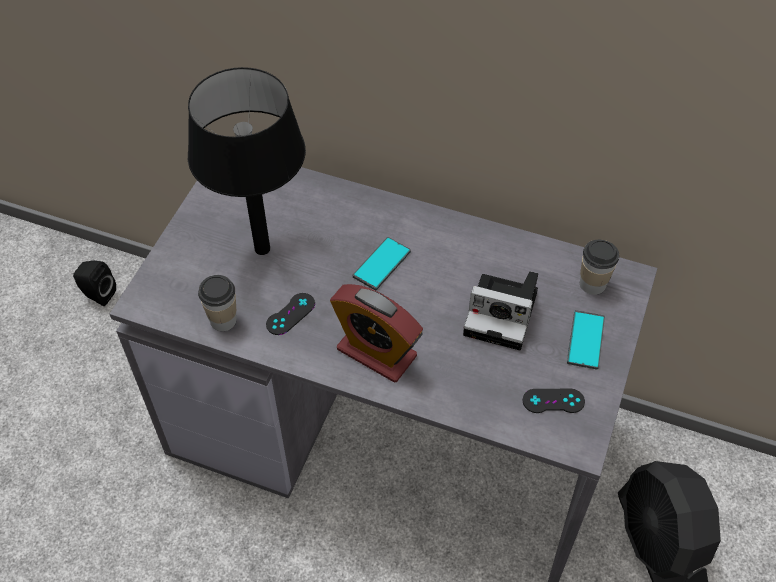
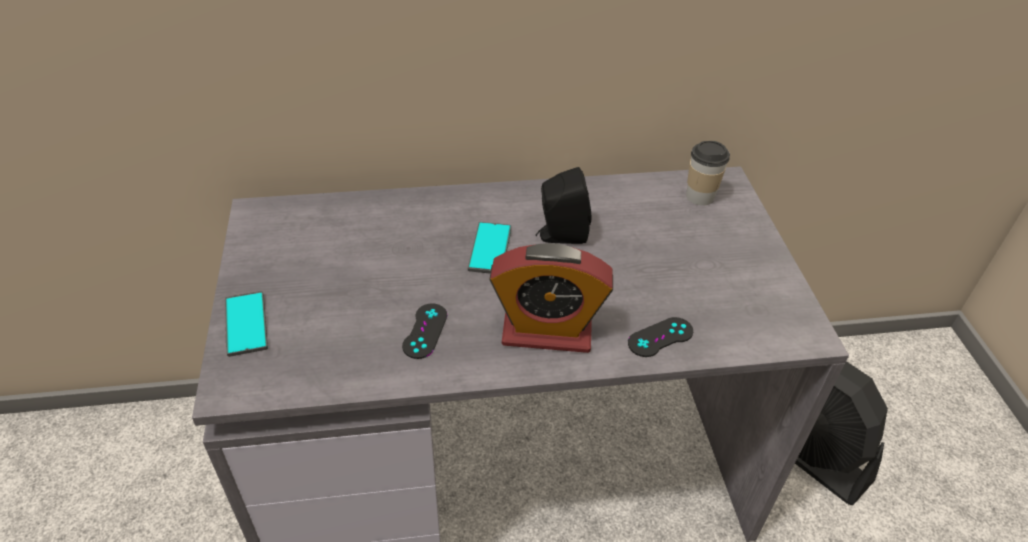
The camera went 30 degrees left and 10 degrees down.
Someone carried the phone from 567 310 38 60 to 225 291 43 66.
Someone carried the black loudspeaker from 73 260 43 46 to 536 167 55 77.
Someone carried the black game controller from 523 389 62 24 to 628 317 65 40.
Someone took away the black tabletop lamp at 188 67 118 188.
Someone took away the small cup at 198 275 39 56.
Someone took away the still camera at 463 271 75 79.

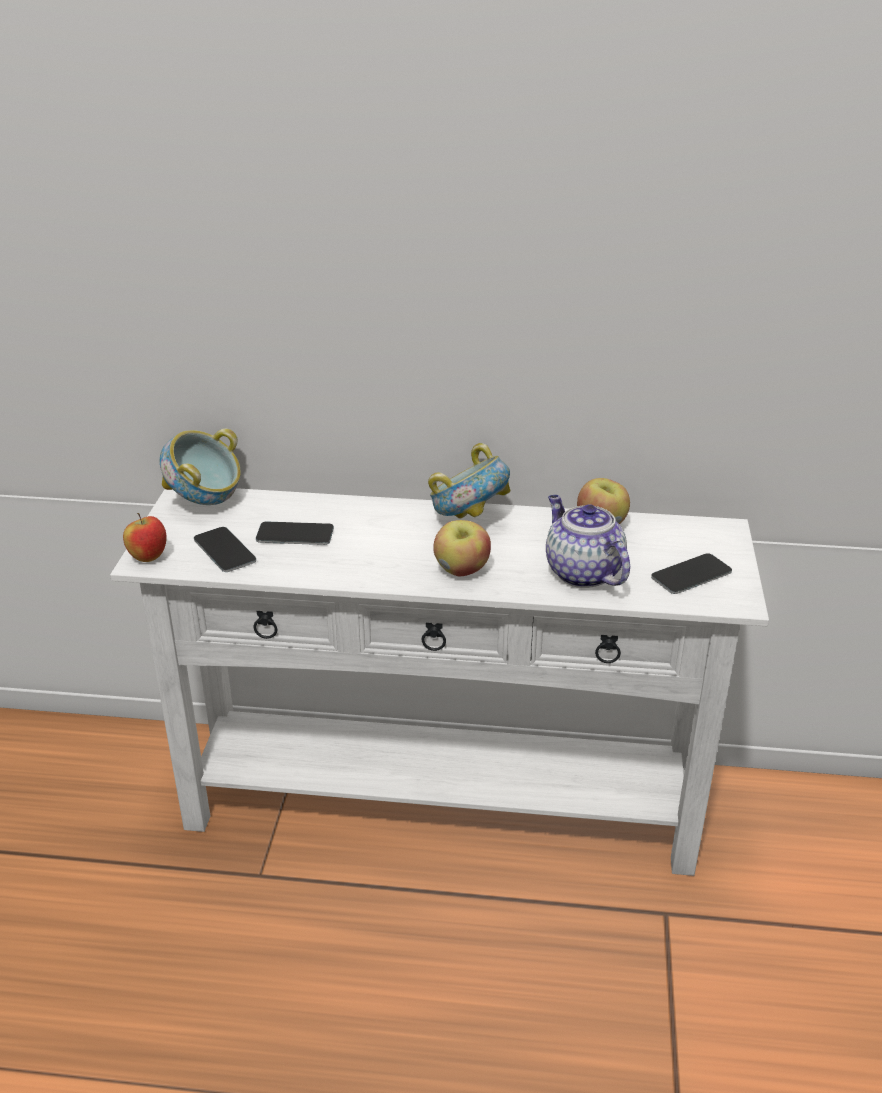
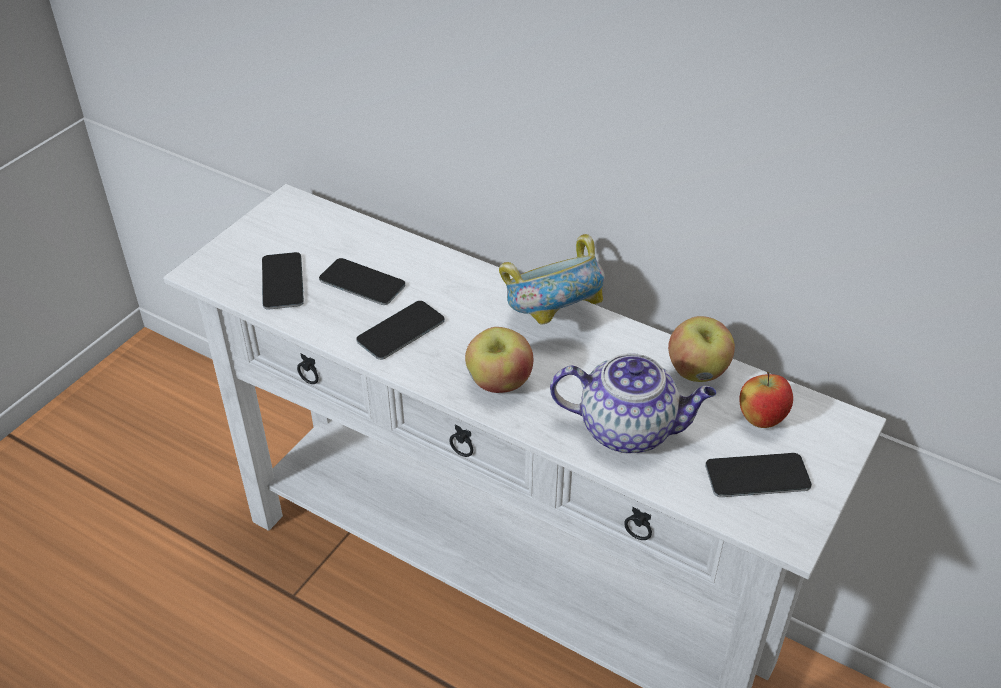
The camera went 25 degrees right and 10 degrees up.
Someone put down the phone at 356 301 89 59.
Someone rotated the tea pot at 546 495 84 93 by 105 degrees clockwise.
Someone carried the apple from 123 513 44 49 to 739 372 54 56.
Someone took away the bowl at 160 429 81 76.

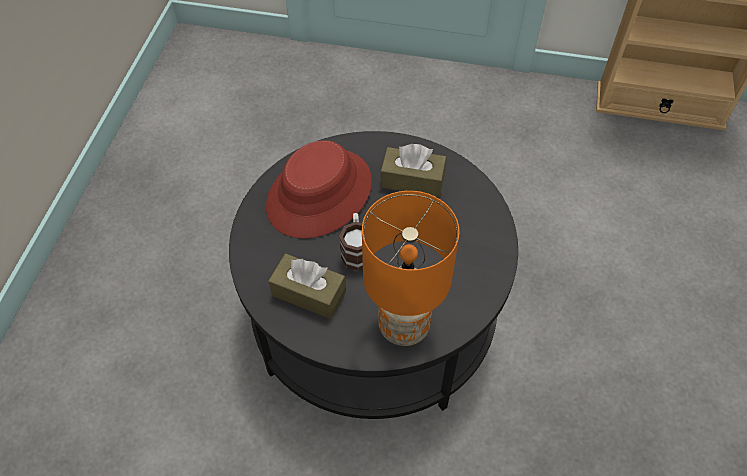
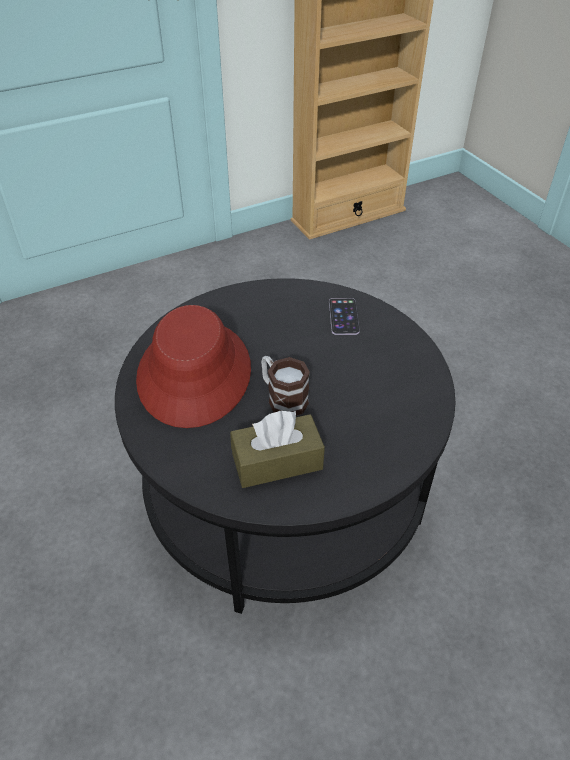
The camera went 40 degrees left and 10 degrees down.
Someone put down the phone at 329 298 31 37.
Someone took away the orange tabletop lamp at 362 191 98 155.
Someone took away the brownish tissue box at 380 144 67 53.

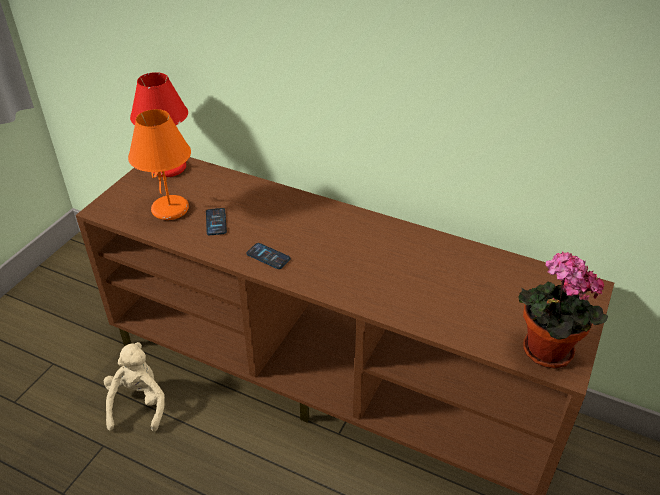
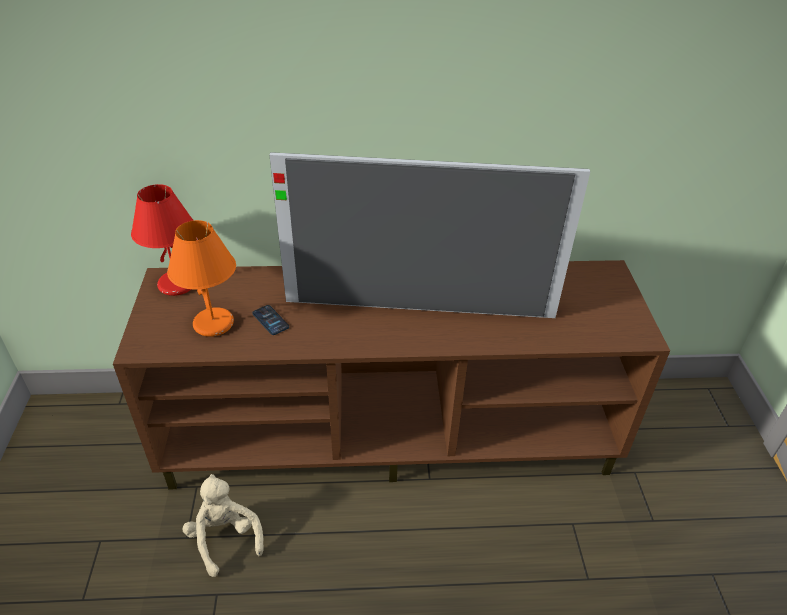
The camera went 30 degrees left and 0 degrees up.
Someone put down the television at 269 152 321 166.
Someone took away the phone at 247 243 44 26.
Someone took away the plant in a pot at 518 251 90 118.

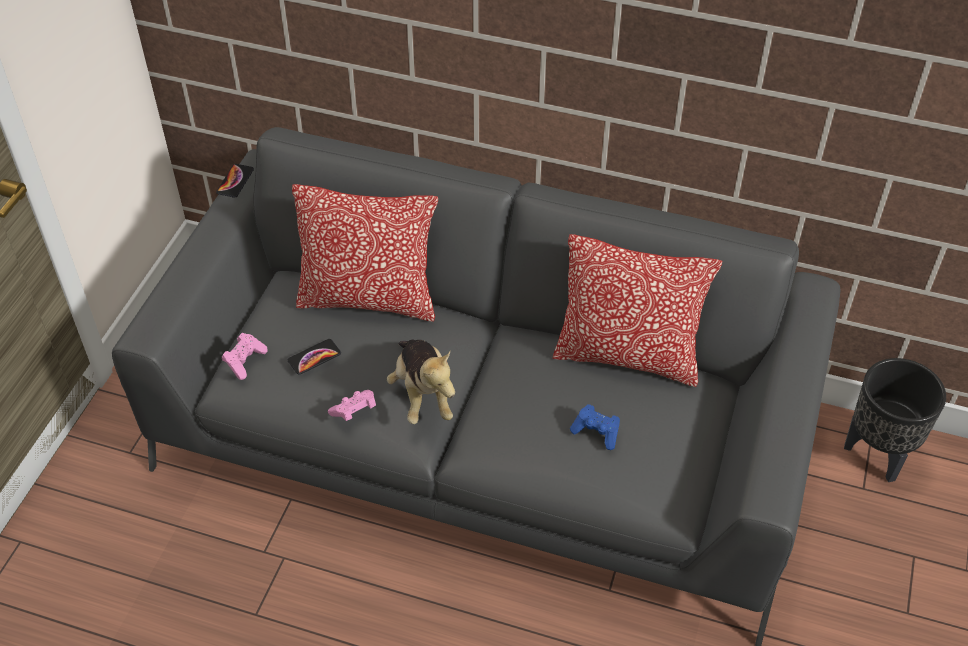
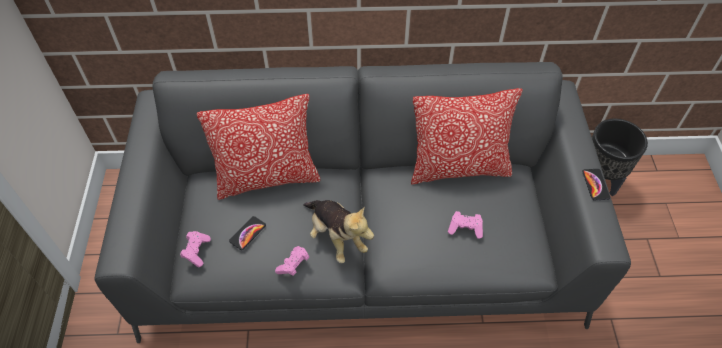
The camera went 20 degrees left and 5 degrees up.
Someone repainted the blue game controller at 570 404 50 46, which became the pink-coloured game controller at 448 211 35 28.
Someone carried the phone from 216 164 38 34 to 582 169 28 31.

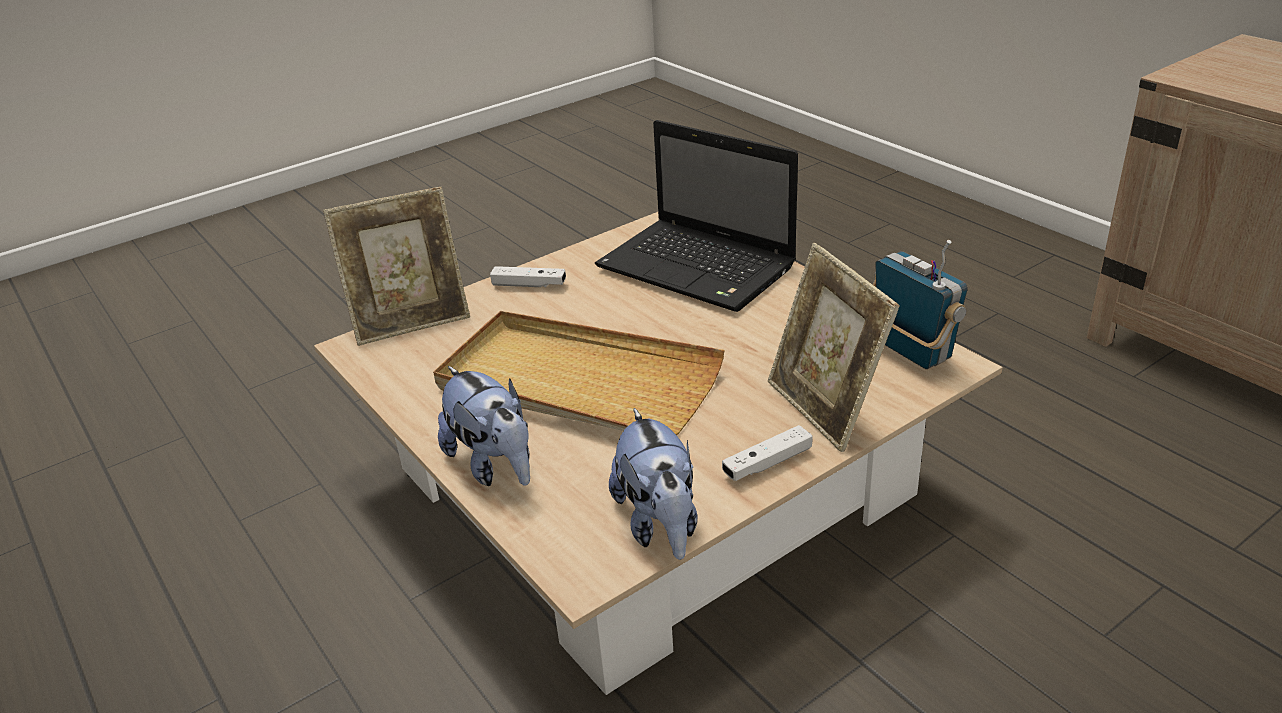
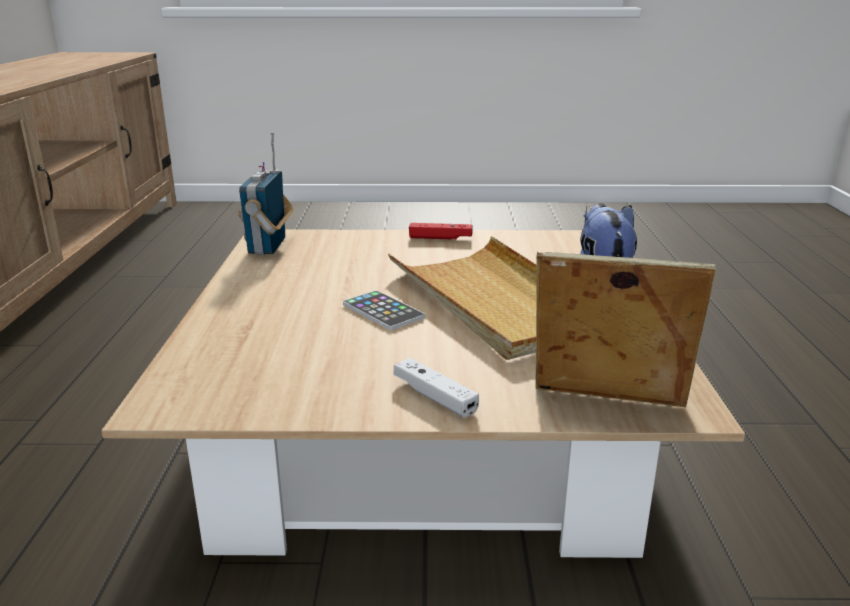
The camera went 145 degrees left and 10 degrees down.
Someone put down the phone at 343 290 82 40.
Someone repainted the white game controller at 722 425 90 56, which became the red game controller at 409 223 64 17.
Someone took away the laptop at 595 120 203 192.
Someone took away the plush toy at 609 408 89 152.
Someone took away the picture frame at 768 243 132 209.

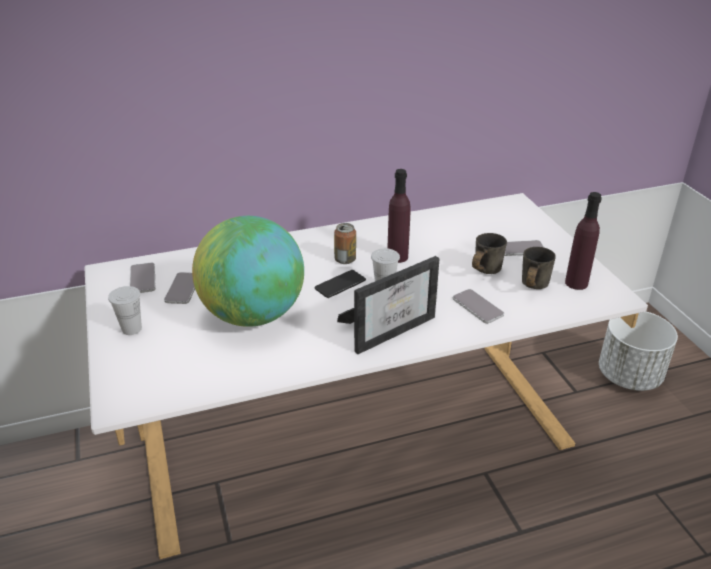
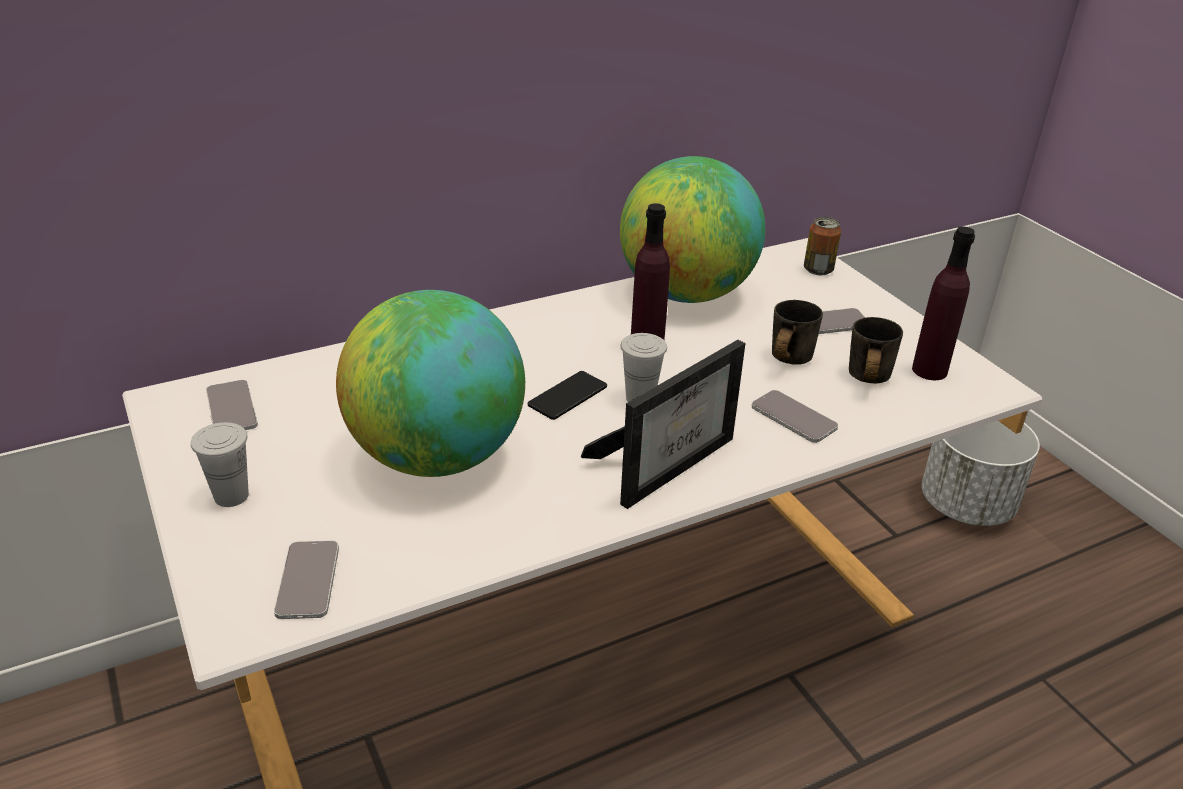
The camera went 10 degrees left and 0 degrees up.
Someone carried the phone from 164 272 31 32 to 274 540 65 79.
Someone put down the world globe at 620 156 145 147.
Someone carried the metal can from 334 223 22 41 to 804 217 37 58.

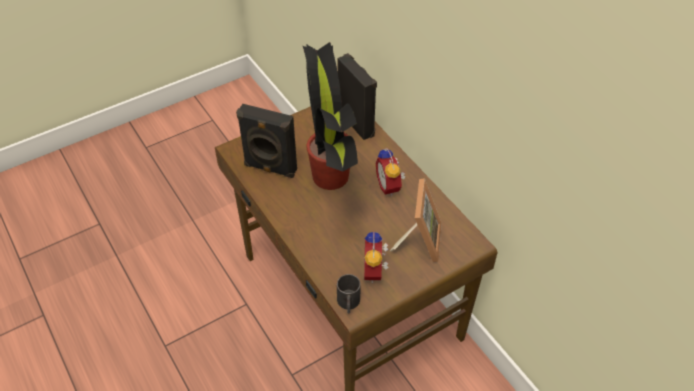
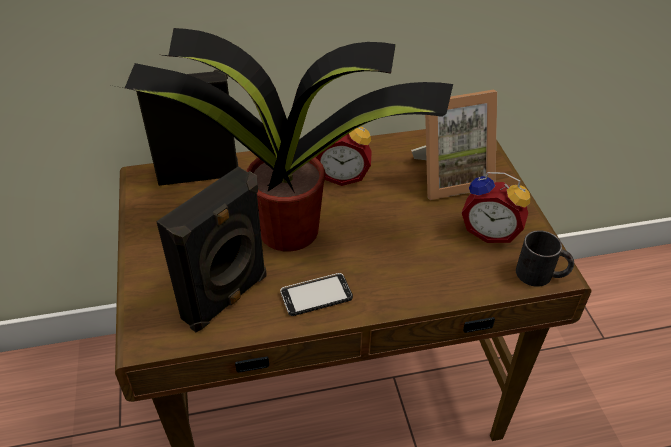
The camera went 70 degrees left and 5 degrees down.
Someone put down the phone at 280 273 73 43.
Someone rotated the picture frame at 390 178 52 84 by 135 degrees clockwise.

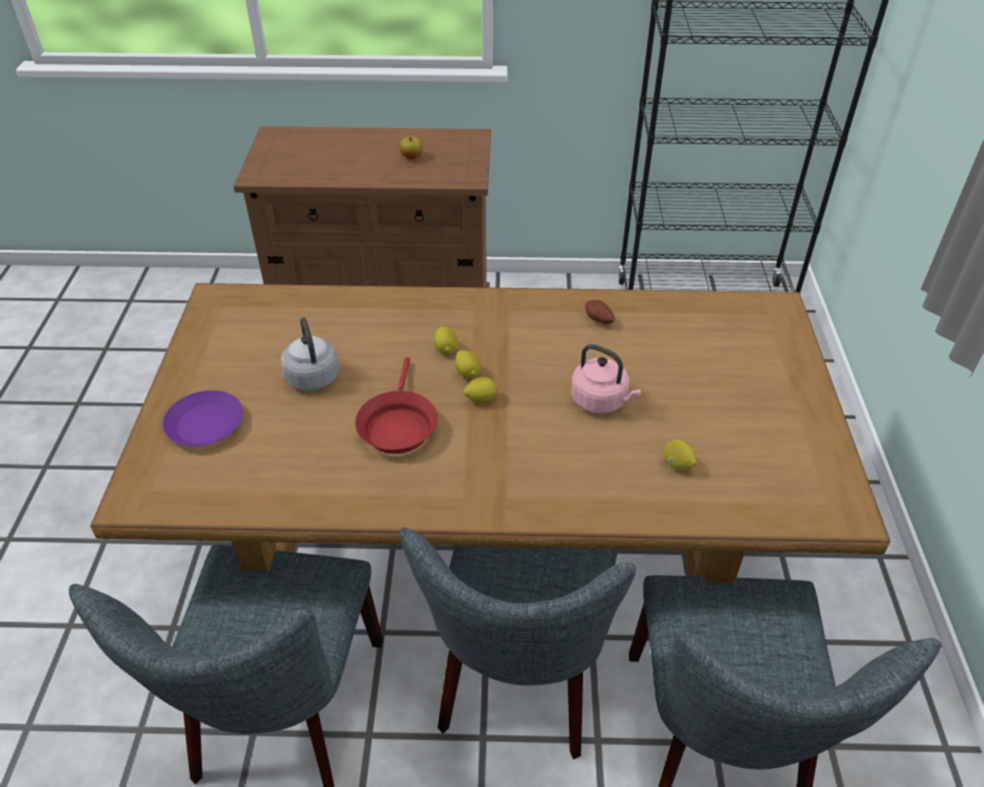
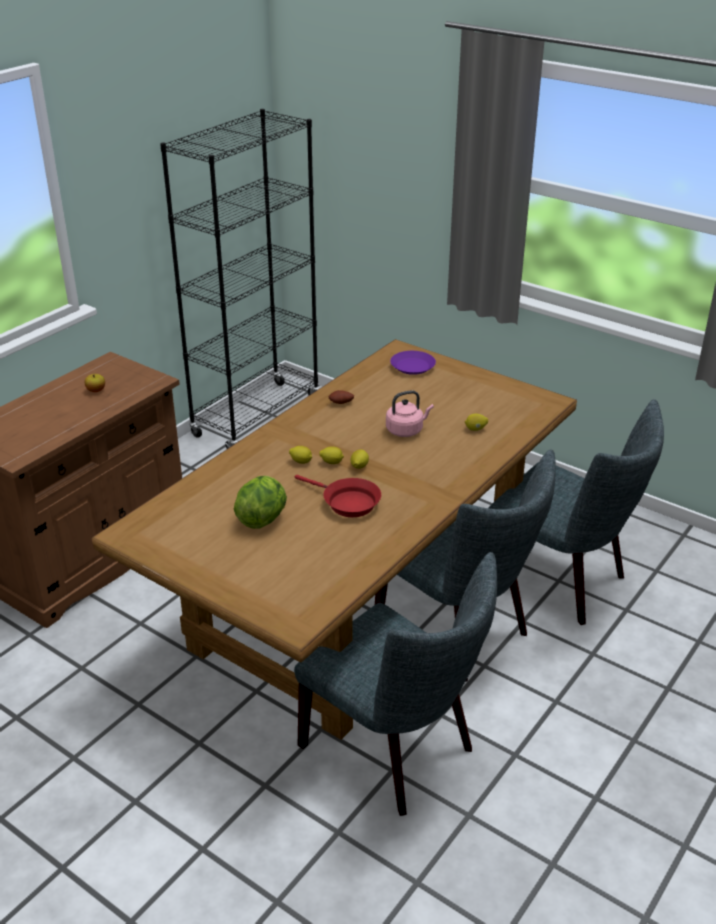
The camera went 55 degrees left and 10 degrees down.
Someone swapped the gray kettle at 281 317 58 74 for the lettuce at 234 476 53 53.
Someone carried the purple-coloured dinner plate from 162 390 81 56 to 390 351 46 24.

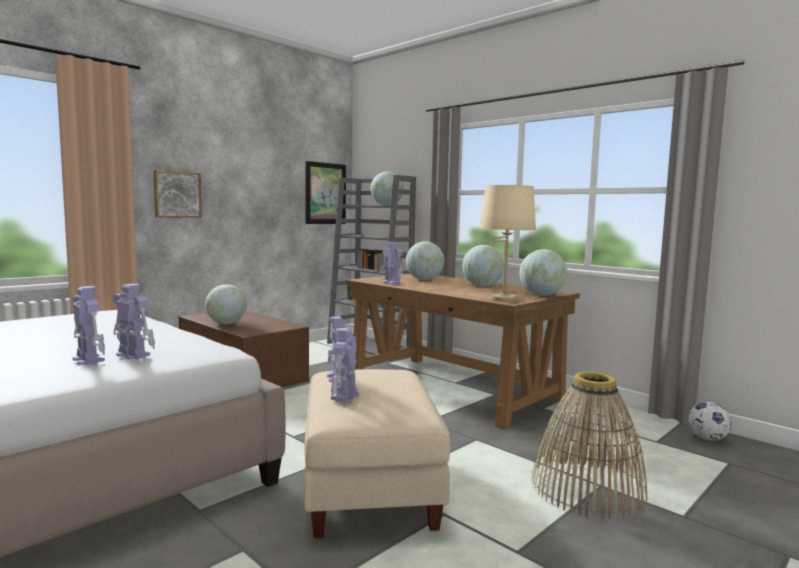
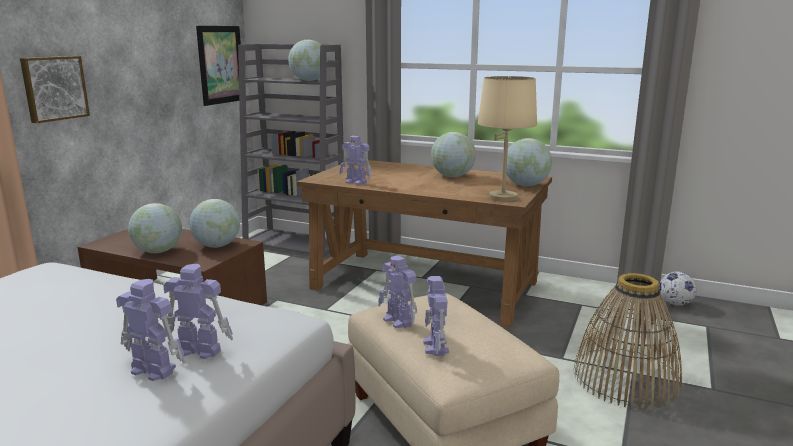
The camera went 20 degrees left and 10 degrees up.
Someone carried the world globe from 406 241 38 39 to 190 199 50 49.

